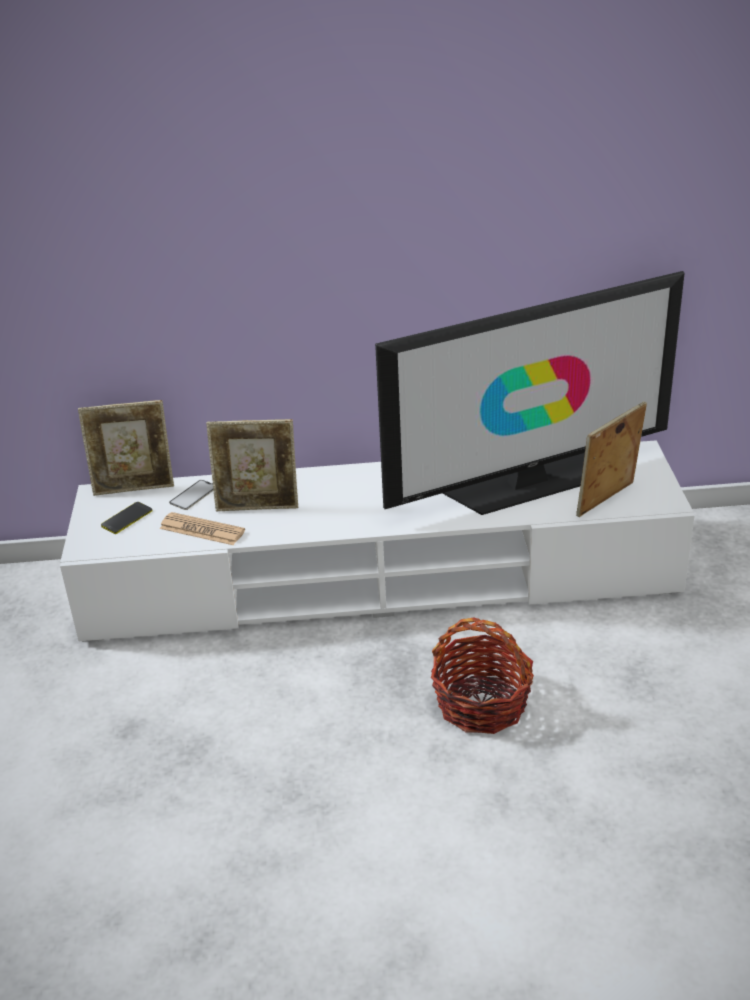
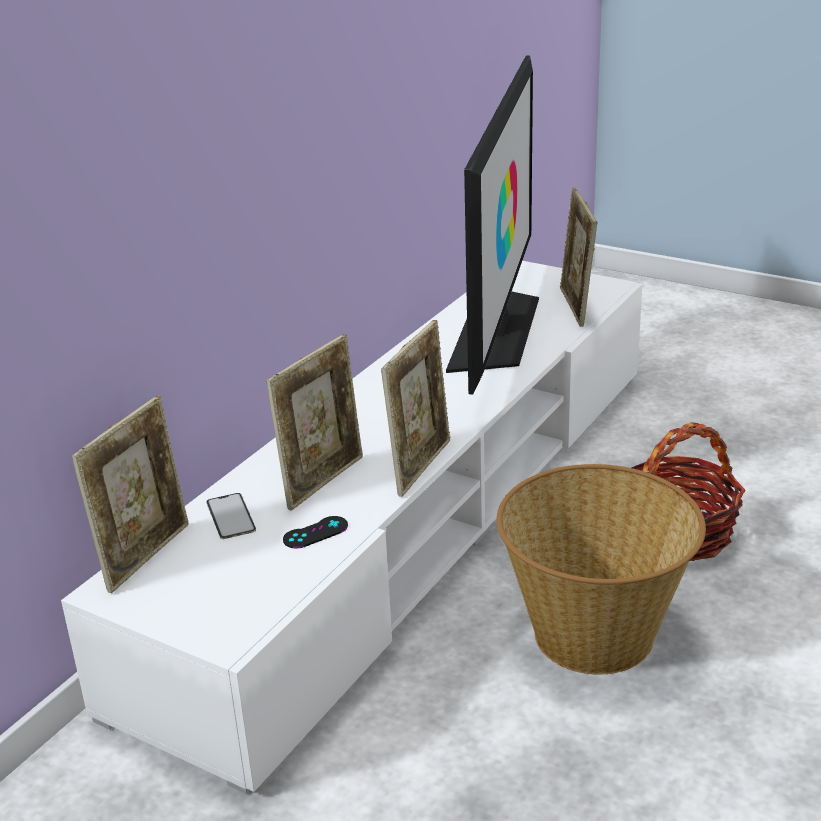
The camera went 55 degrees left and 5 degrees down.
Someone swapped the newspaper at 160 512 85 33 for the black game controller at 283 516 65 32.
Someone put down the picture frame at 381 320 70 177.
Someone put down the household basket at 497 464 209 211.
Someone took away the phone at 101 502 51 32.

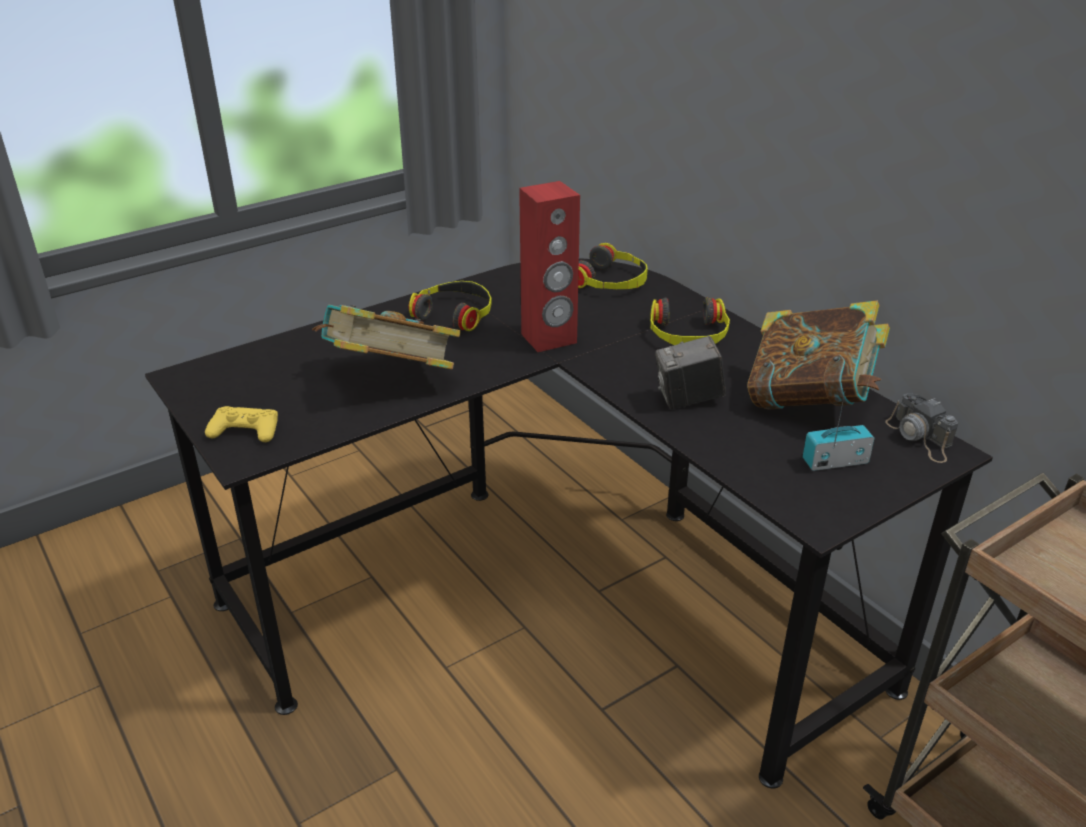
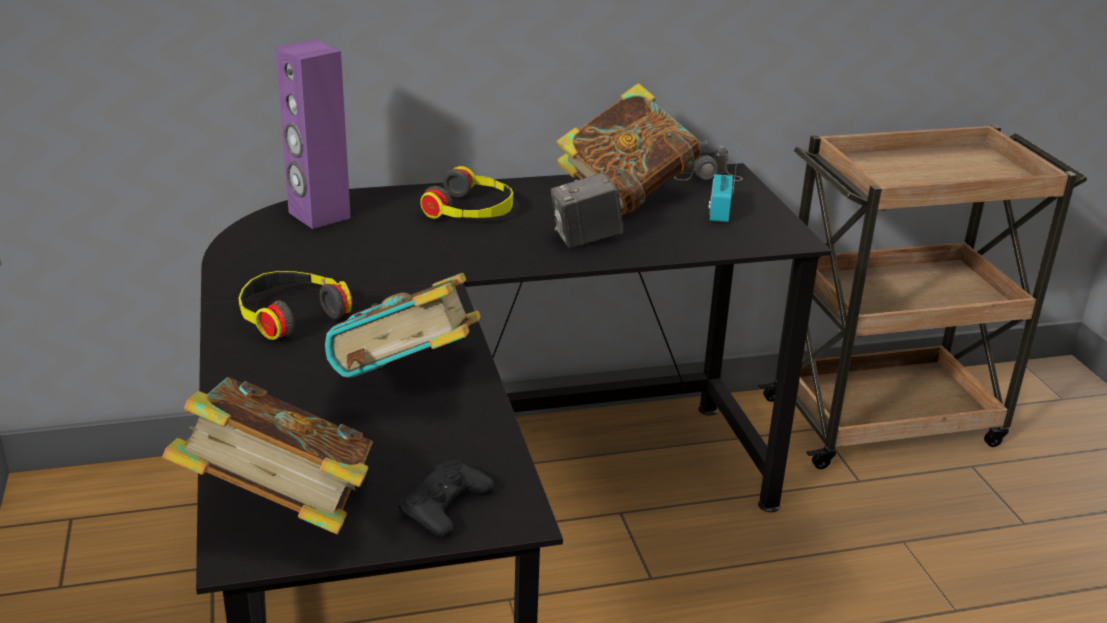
The camera went 70 degrees left and 5 degrees down.
Someone put down the volume at 162 377 211 157.
Someone swapped the headphones at 578 243 70 46 for the purple-coloured loudspeaker at 275 39 76 190.
Someone repainted the yellow-coloured game controller at 205 406 73 36, which became the black game controller at 398 460 96 77.
Someone rotated the still camera at 655 336 71 73 by 60 degrees clockwise.
Someone took away the red loudspeaker at 519 181 61 171.

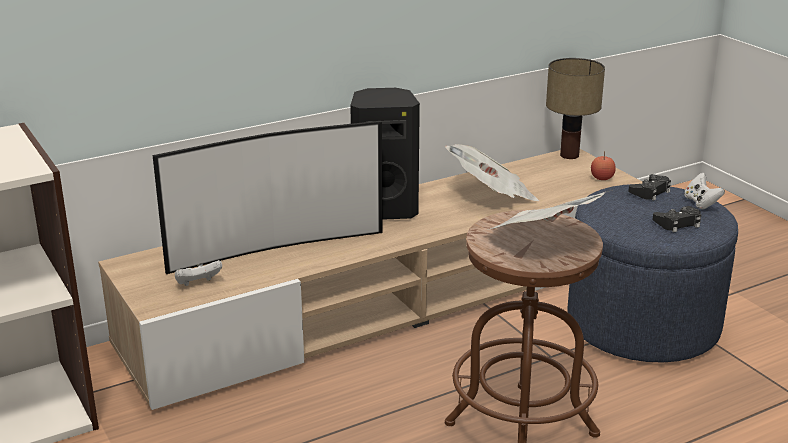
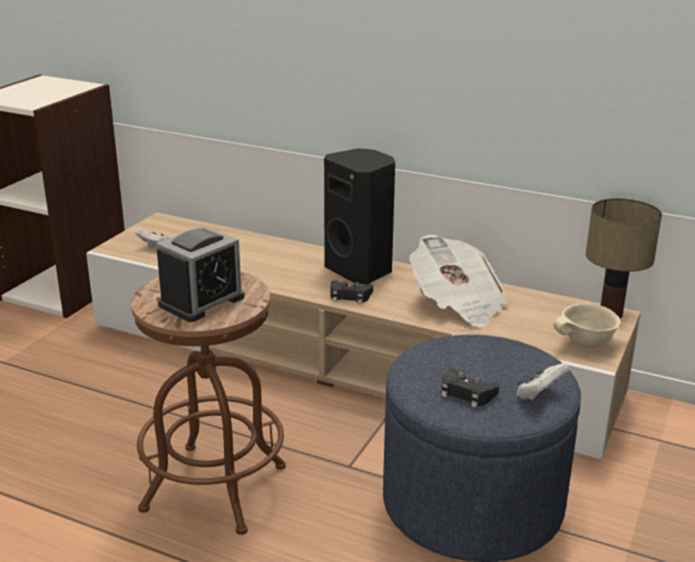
The camera went 55 degrees right and 0 degrees up.
Someone swapped the newspaper at 487 190 126 40 for the bedside clock at 156 225 89 97.
Someone carried the black game controller from 628 174 43 27 to 331 281 42 23.
Someone swapped the apple at 591 152 25 28 for the sand-coloured bowl at 554 303 67 46.
Someone took away the television at 153 121 230 153.

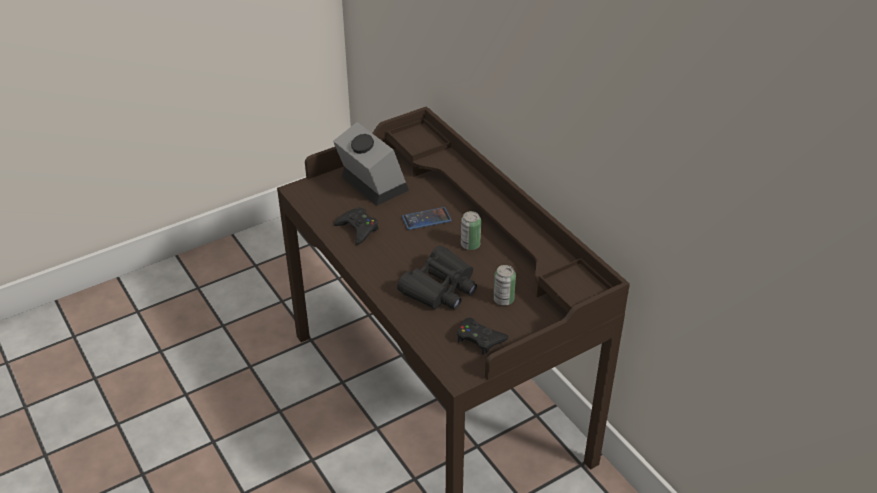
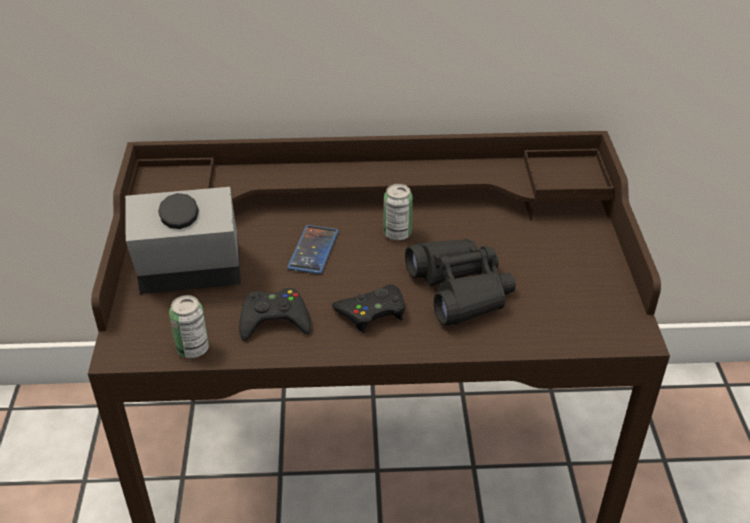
The camera went 60 degrees left and 0 degrees up.
Someone carried the metal can from 493 265 23 41 to 169 295 40 63.
Someone carried the black game controller from 457 318 52 37 to 332 284 73 49.

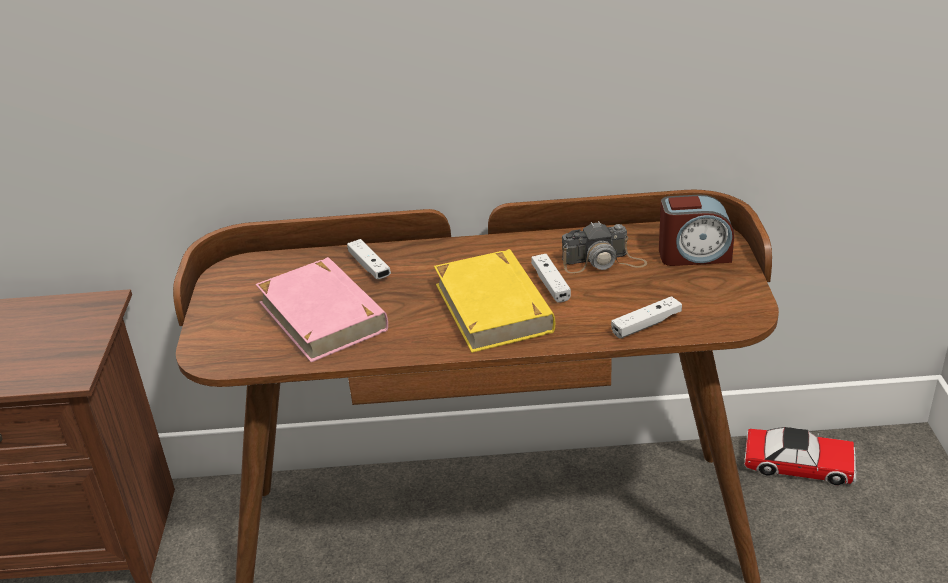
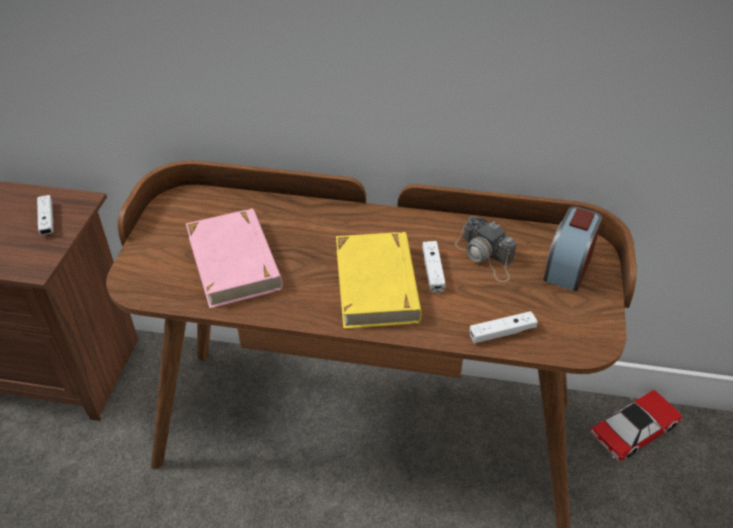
The camera went 10 degrees right and 10 degrees up.
Someone carried the white game controller from 347 239 44 40 to 37 195 16 40.
Someone rotated the still camera at 562 221 85 52 by 45 degrees clockwise.
Someone rotated the bedside clock at 659 194 75 72 by 105 degrees clockwise.
Someone rotated the model car at 744 427 113 58 by 60 degrees counterclockwise.

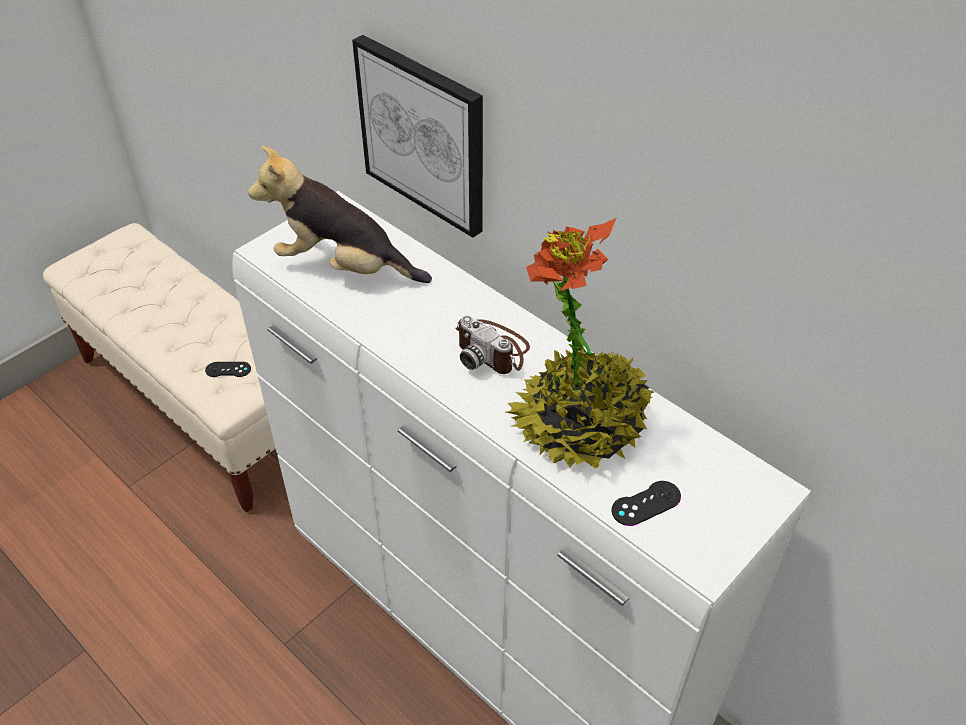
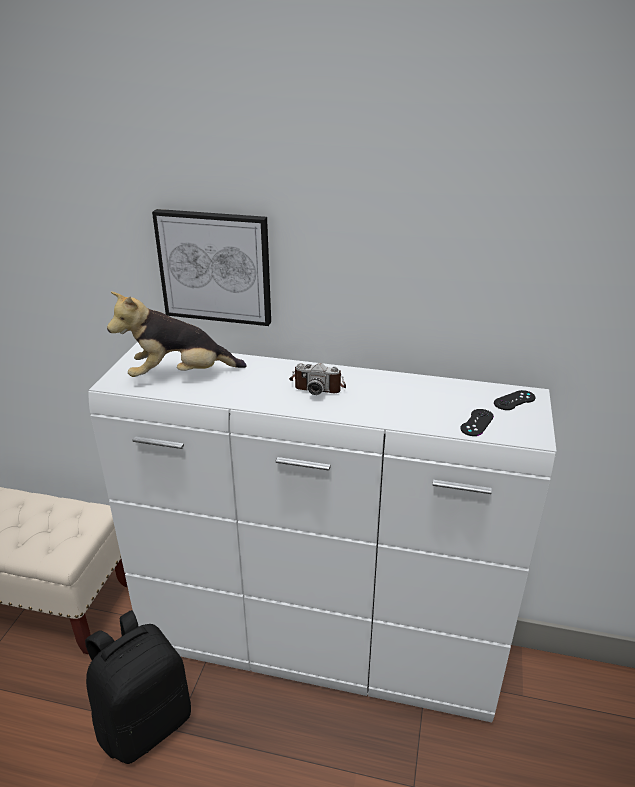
The camera went 30 degrees left and 15 degrees down.
Someone put down the black rucksack at 85 610 106 154.
Someone carried the black game controller from 205 362 46 15 to 494 390 41 20.
Someone took away the plant in a pot at 506 218 148 251.

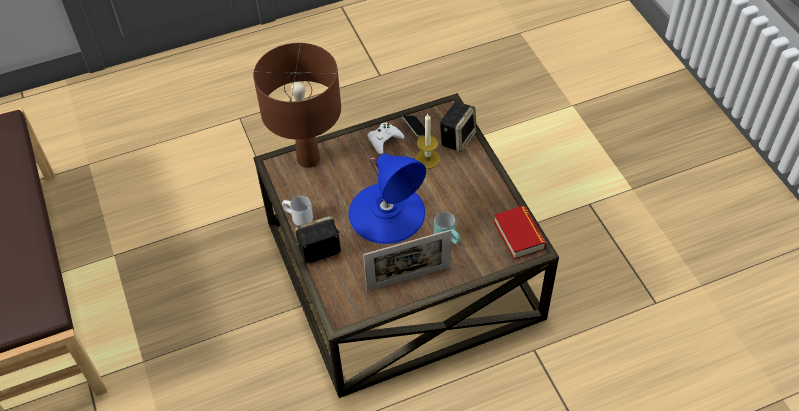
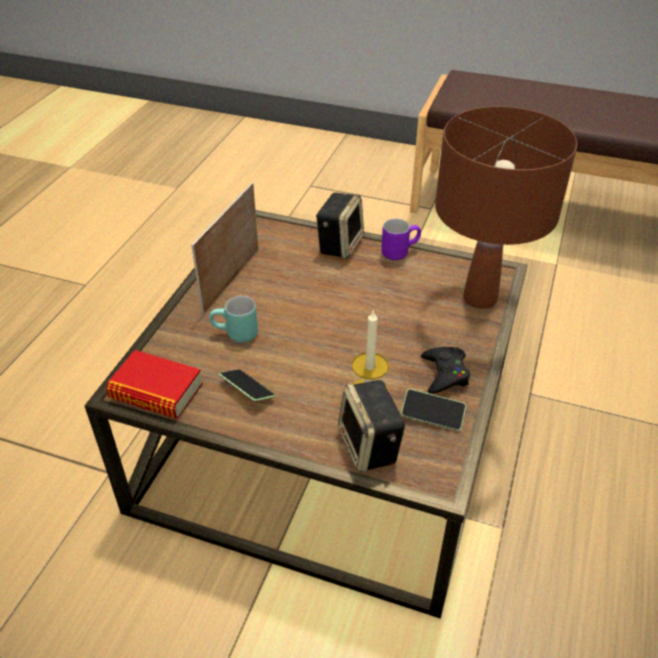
The camera went 130 degrees right and 10 degrees down.
Someone put down the phone at 219 369 56 32.
Someone repainted the white mug at 282 196 31 30, which became the purple-coloured mug at 381 218 40 42.
Someone repainted the white game controller at 368 122 36 32, which became the black game controller at 421 347 49 47.
Someone took away the blue tabletop lamp at 349 153 77 91.

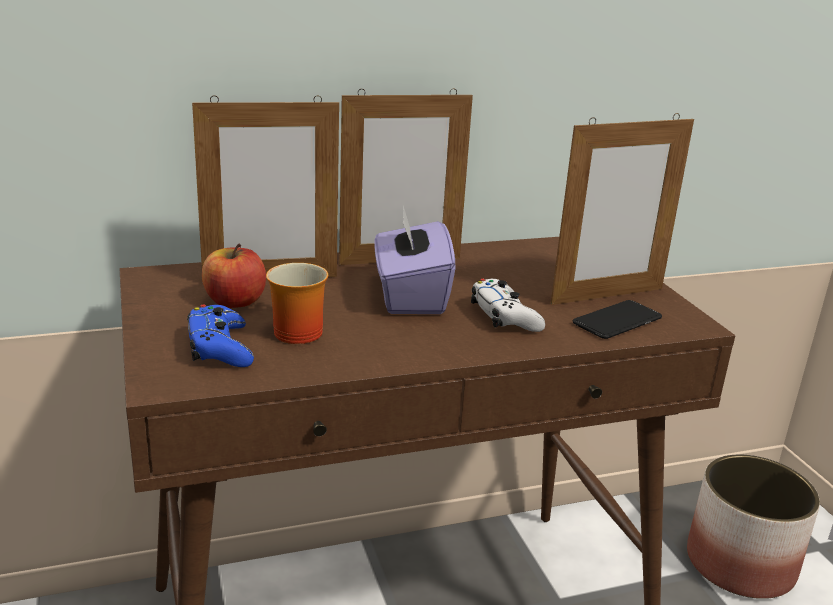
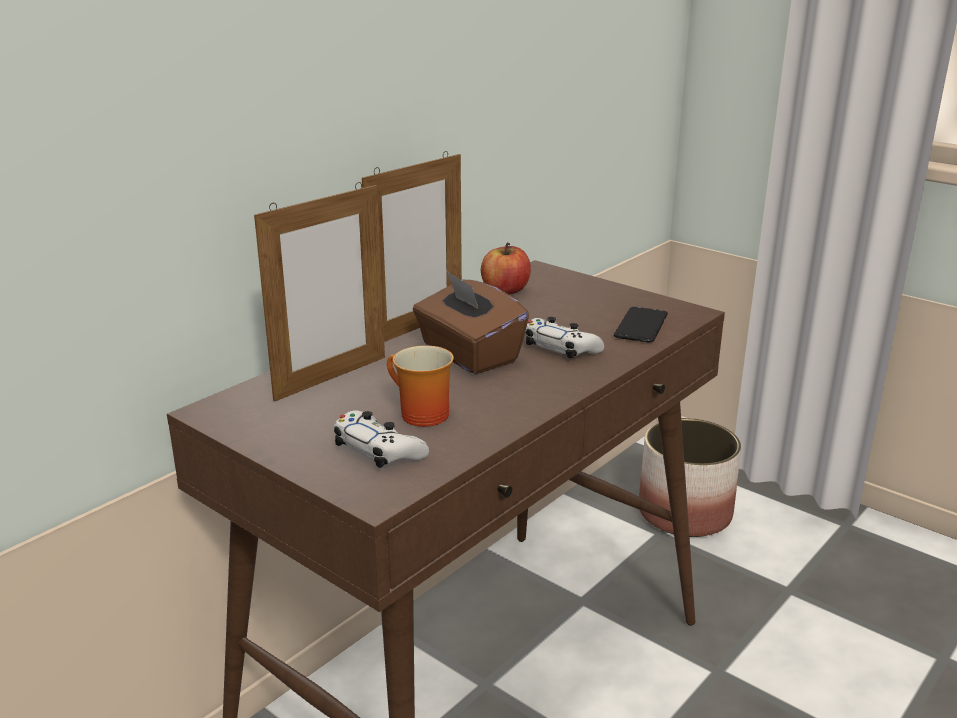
The camera went 30 degrees left and 0 degrees up.
Someone repainted the blue game controller at 187 305 67 62, which became the white game controller at 334 410 95 58.
Someone repainted the purple-coloured tissue box at 375 206 80 108, which became the brownish tissue box at 413 271 116 103.
Someone carried the apple from 202 244 64 64 to 481 243 50 51.
Someone took away the picture frame at 551 113 143 192.

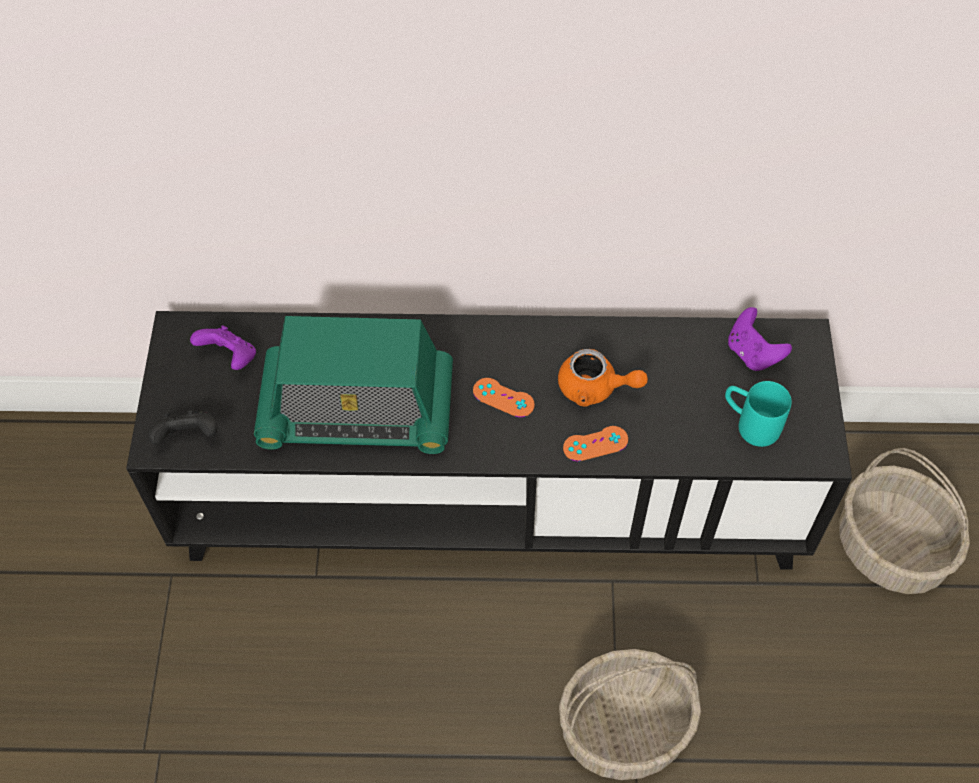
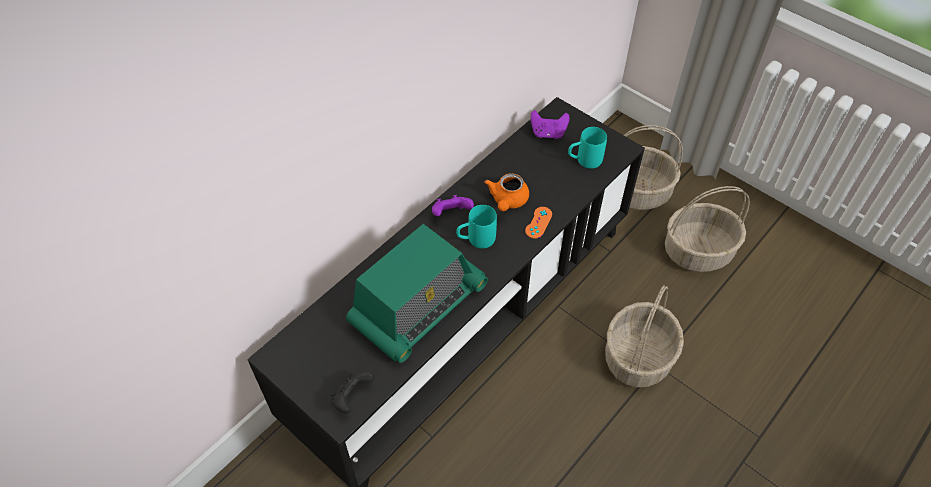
The camera went 50 degrees left and 5 degrees down.
Someone carried the purple-coloured game controller from 190 326 66 44 to 432 195 42 21.
Someone swapped the orange game controller at 473 378 62 39 for the turquoise mug at 456 205 41 43.
Someone rotated the orange tea pot at 558 349 90 58 by 135 degrees clockwise.
Someone put down the household basket at 665 186 85 86.

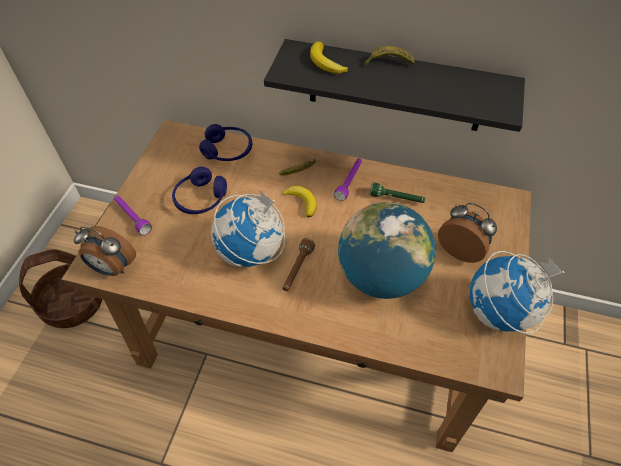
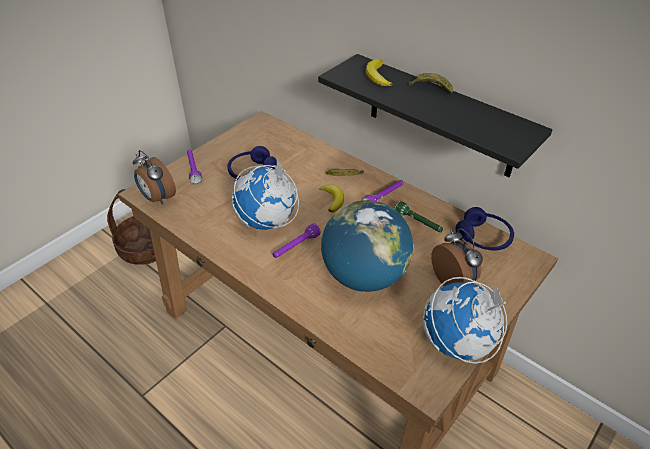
The camera went 25 degrees right and 10 degrees down.
Someone repainted the brownish flashlight at 283 238 32 53, which became the purple-coloured flashlight at 272 223 49 35.
Someone carried the blue headphones from 199 124 53 37 to 455 207 59 44.

